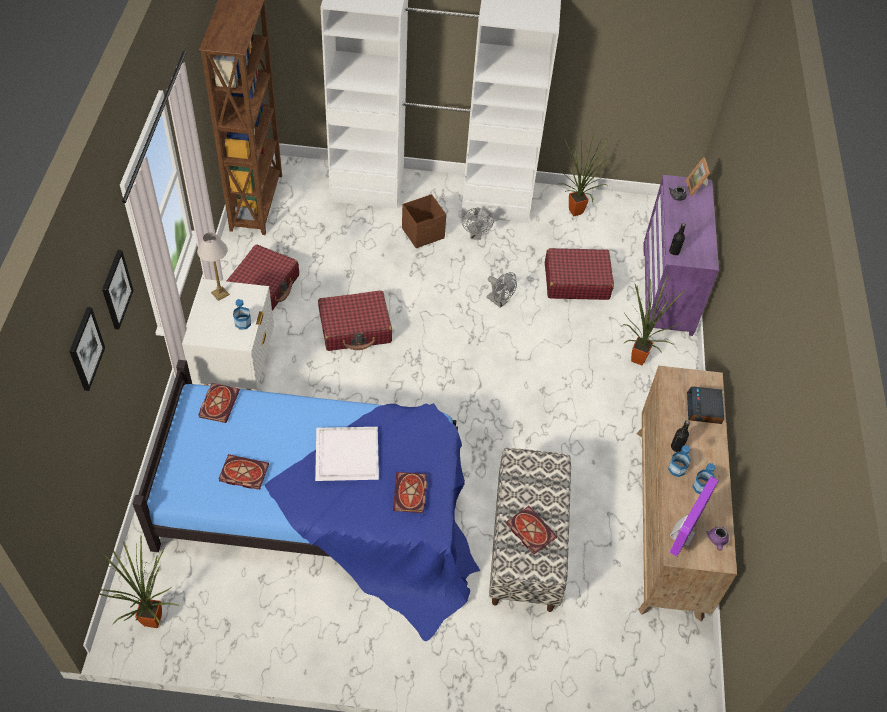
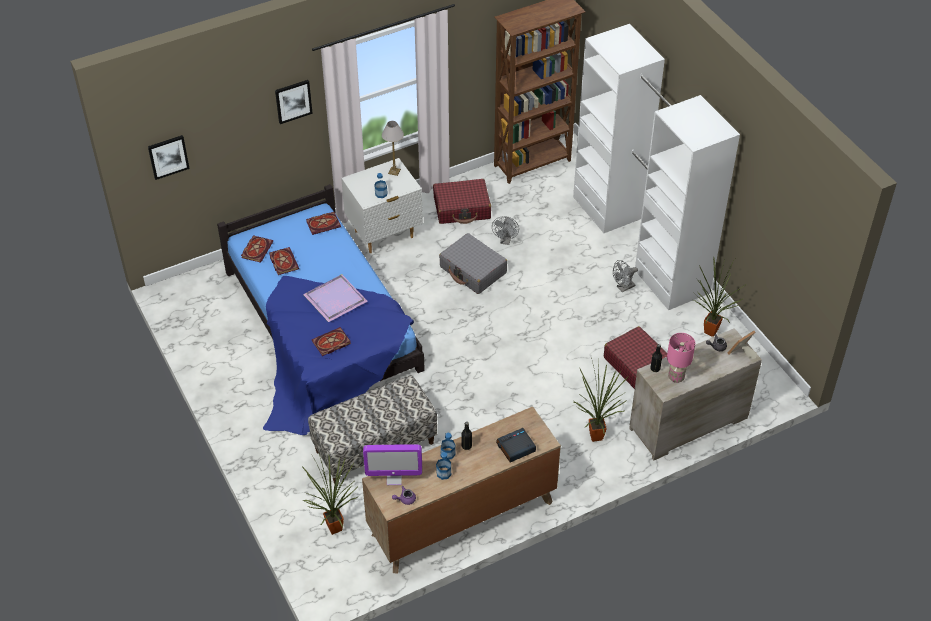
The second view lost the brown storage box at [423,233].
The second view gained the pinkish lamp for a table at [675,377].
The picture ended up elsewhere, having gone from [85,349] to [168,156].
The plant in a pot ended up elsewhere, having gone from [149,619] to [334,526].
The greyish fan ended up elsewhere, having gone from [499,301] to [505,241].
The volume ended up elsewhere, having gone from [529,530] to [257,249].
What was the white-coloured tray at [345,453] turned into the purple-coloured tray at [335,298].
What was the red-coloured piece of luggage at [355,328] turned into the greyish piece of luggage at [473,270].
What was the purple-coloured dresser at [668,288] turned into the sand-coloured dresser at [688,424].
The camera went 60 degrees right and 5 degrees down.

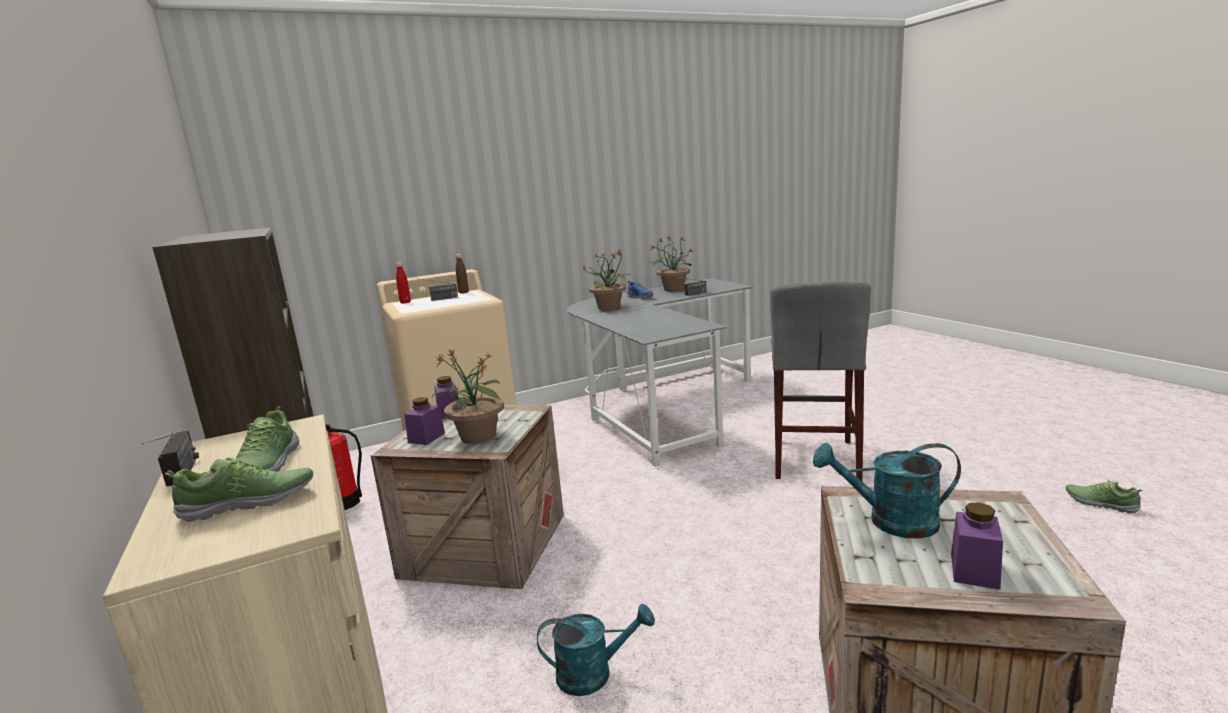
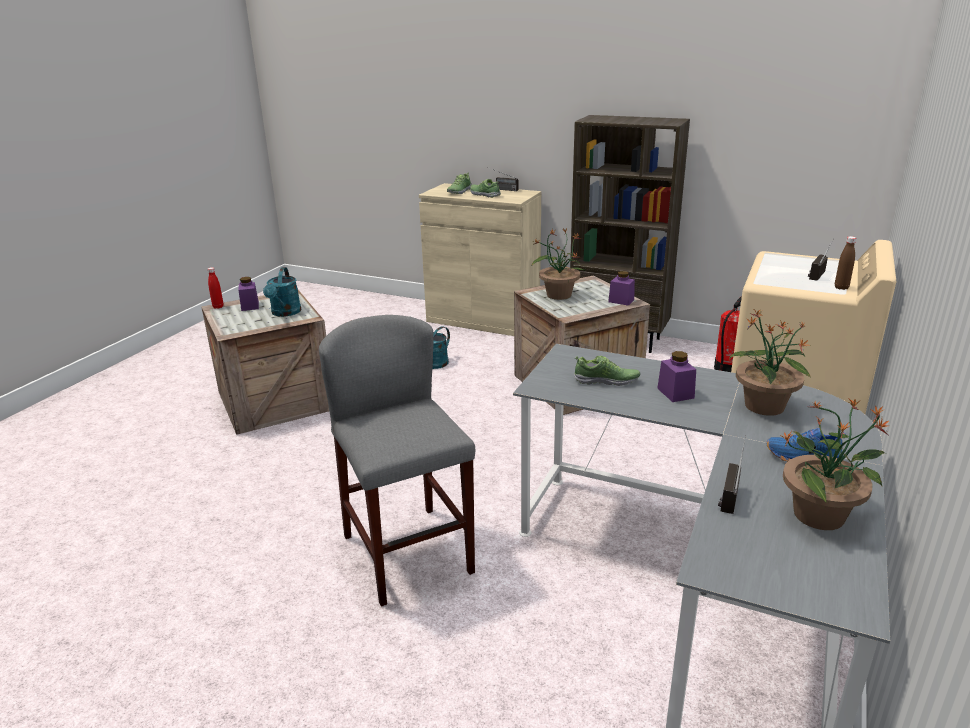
The red-coloured beverage bottle ended up elsewhere, having gone from [405,302] to [218,307].
The purple-coloured jar ended up elsewhere, having gone from [426,438] to [675,393].
The shoe ended up elsewhere, having gone from [1100,503] to [606,381].
The turquoise sprinkling can at [890,522] ended up facing another way, 120 degrees clockwise from before.
The camera went 140 degrees right and 10 degrees up.

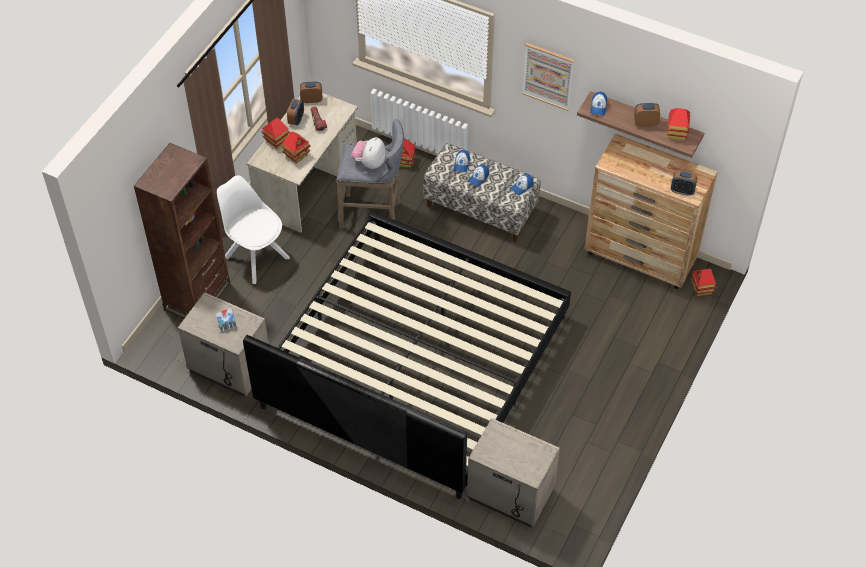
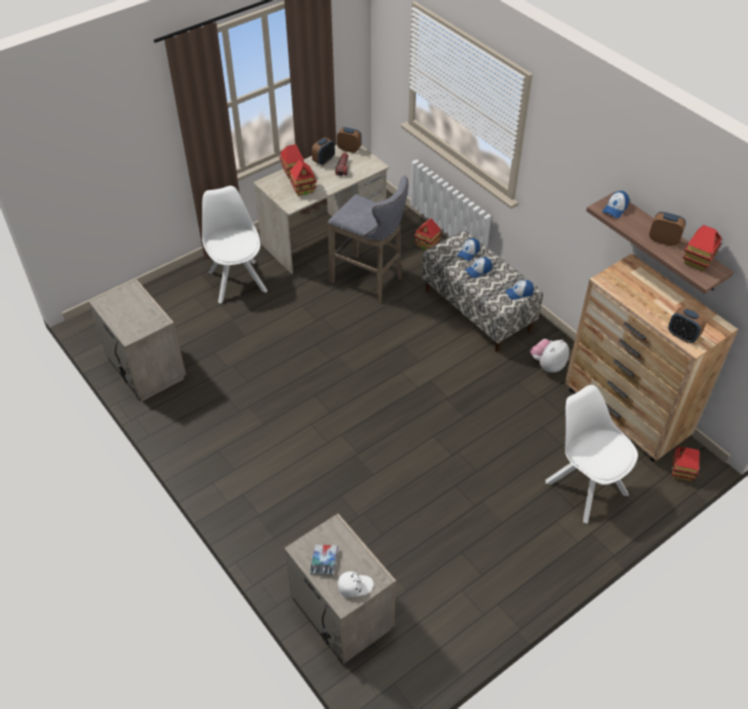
The second view lost the brown bookshelf at [197,296].
The second view lost the bedroom bed at [414,361].
The second view lost the picture at [548,76].
The second view gained the white-coloured peaked cap at [355,586].
The second view gained the white-coloured plain chair at [585,486].
The volume ended up elsewhere, having gone from [226,321] to [324,561].
The soft toy ended up elsewhere, having gone from [369,163] to [547,365].
The camera went 25 degrees right and 5 degrees down.

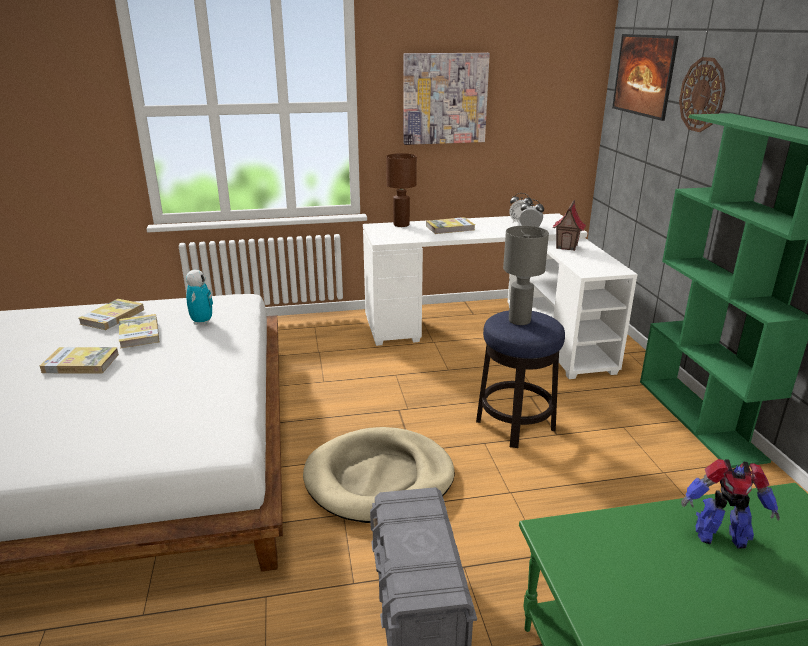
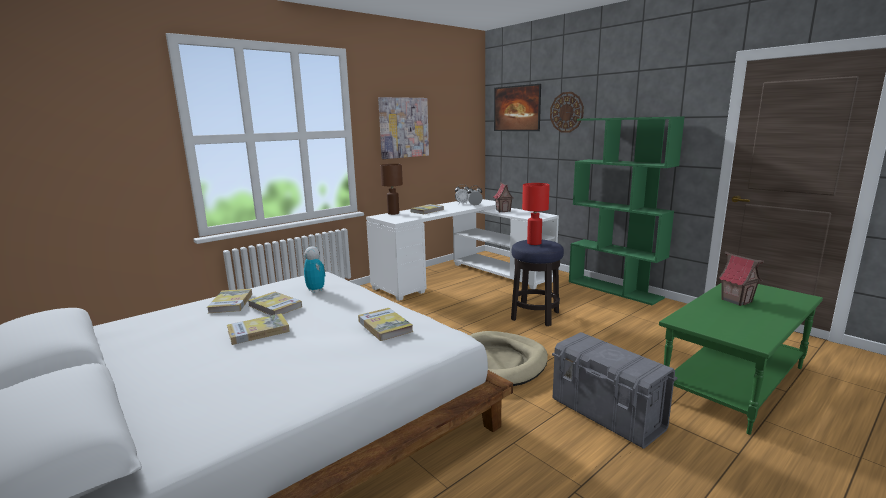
The second view gained the volume at [385,326].
Where the toy robot stood at [719,535], the miniature house came to stand at [736,300].
What was the greyish lamp for a table at [519,320] turned into the red-coloured lamp for a table at [534,243].
The camera went 30 degrees left and 10 degrees down.

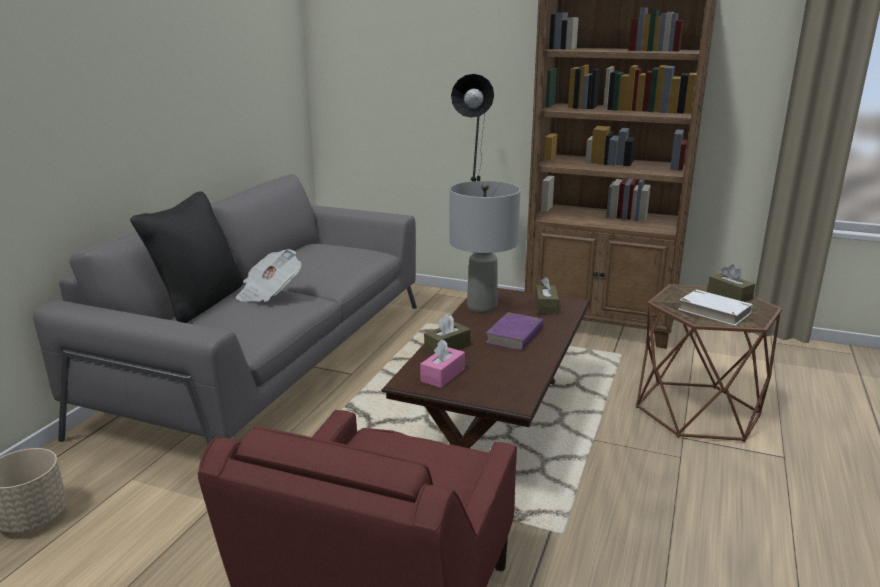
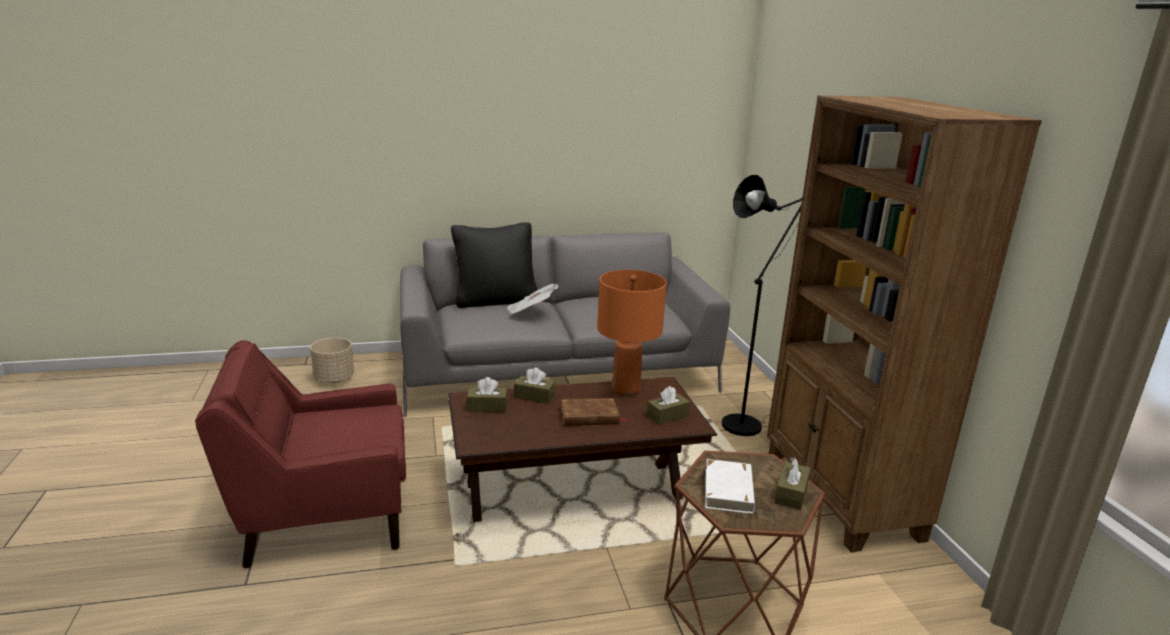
What was the pinkish tissue box at [442,375] turned into the brown tissue box at [487,407].
What was the greyish lamp for a table at [482,308] turned into the orange lamp for a table at [626,390].
What was the purple-coloured volume at [515,335] turned into the brown volume at [589,416].
The camera went 55 degrees right and 0 degrees up.

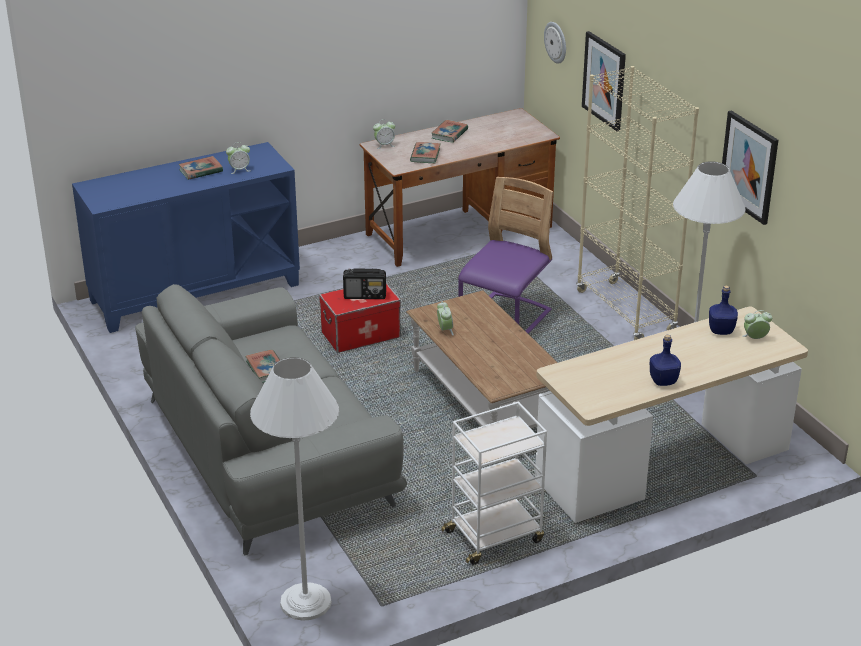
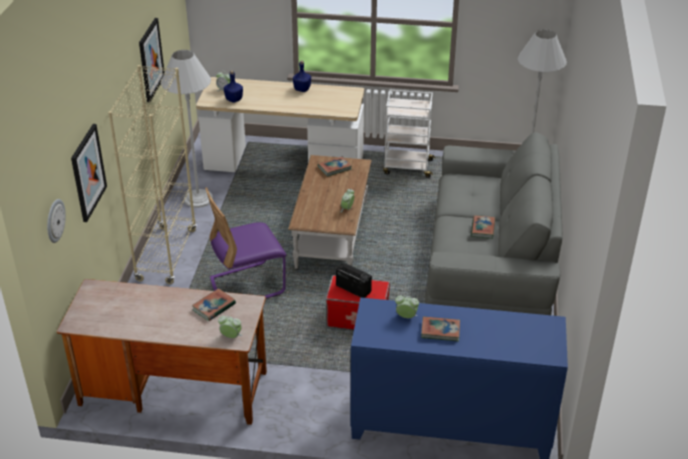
The volume ended up elsewhere, having gone from [449,134] to [334,168].
The camera went 145 degrees left and 5 degrees up.

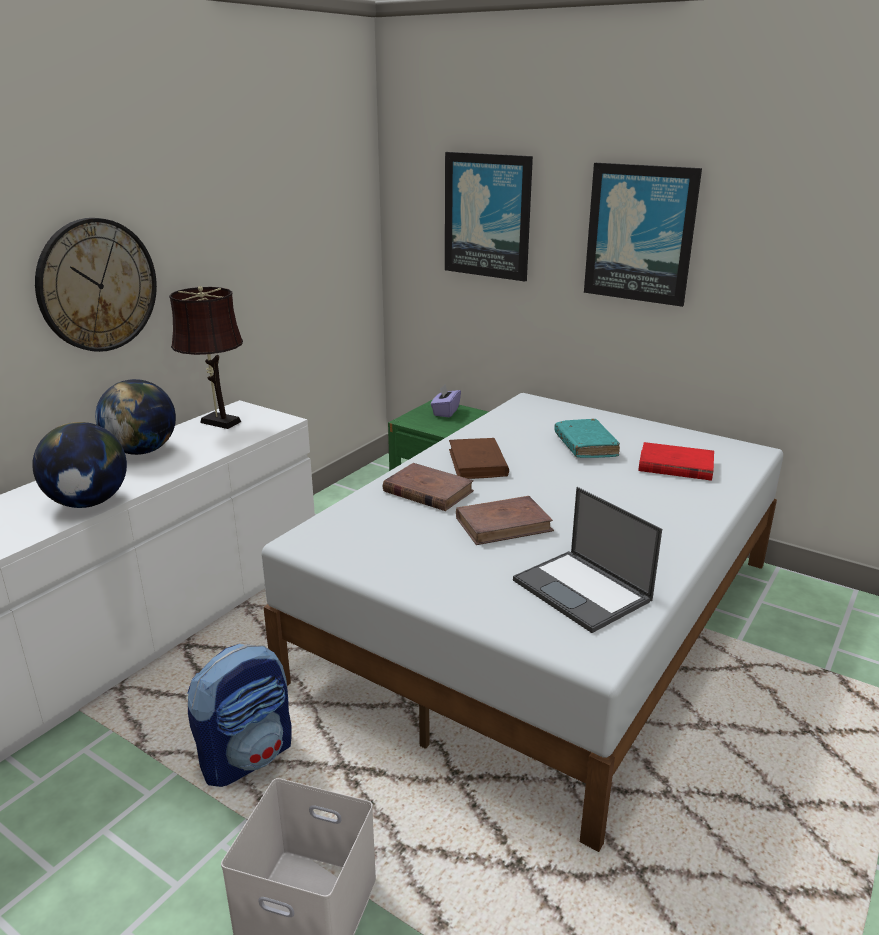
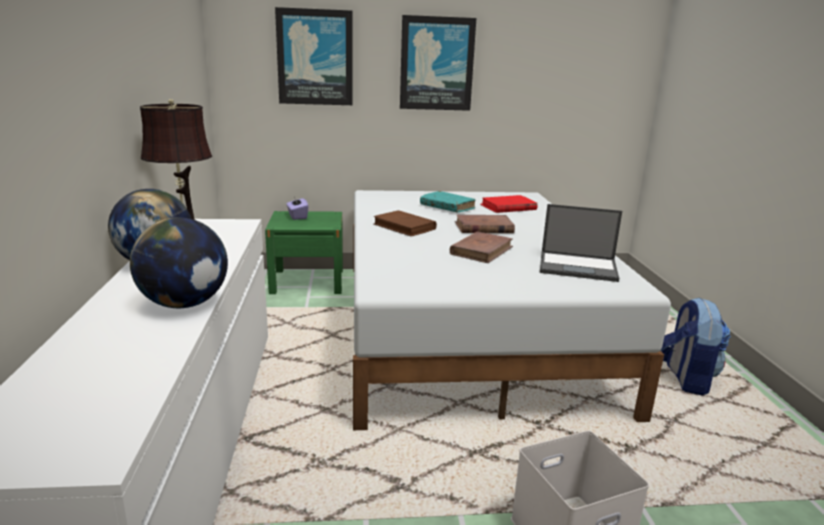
The second view lost the hanging clock at [97,285].
The knapsack ended up elsewhere, having gone from [248,756] to [685,379].
The brown volume ended up elsewhere, having gone from [427,491] to [483,228].
The camera went 40 degrees left and 5 degrees down.

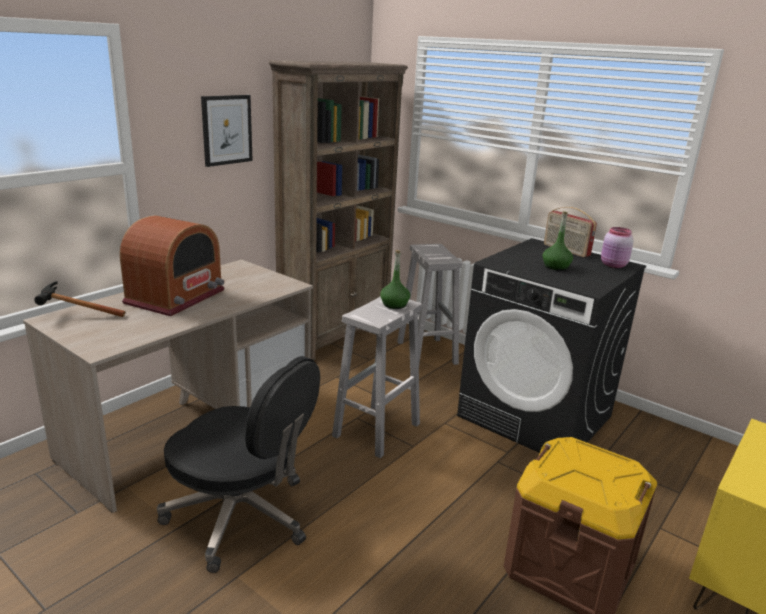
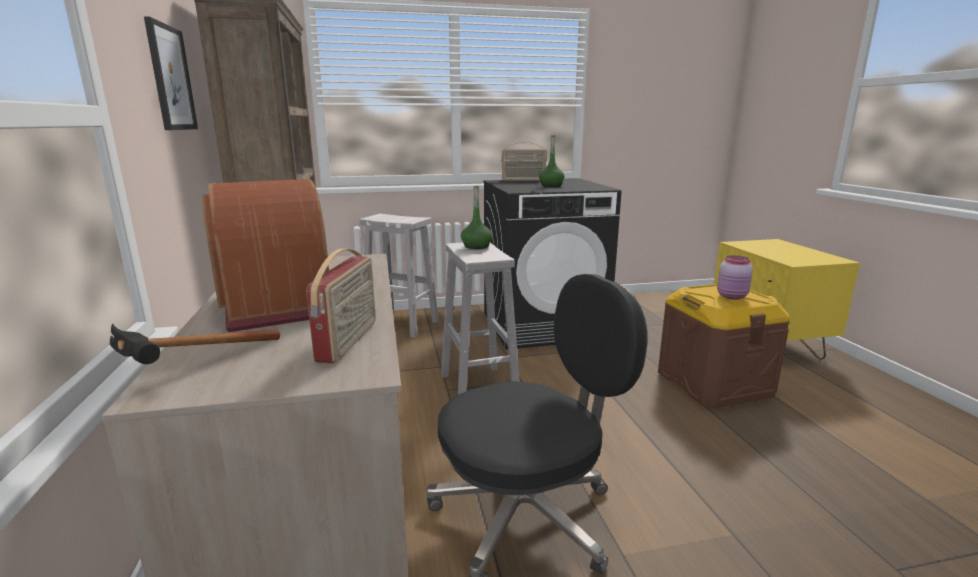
The second view gained the radio set at [349,341].
The pinkish jar ended up elsewhere, having gone from [613,265] to [732,296].
The camera went 50 degrees left and 5 degrees down.

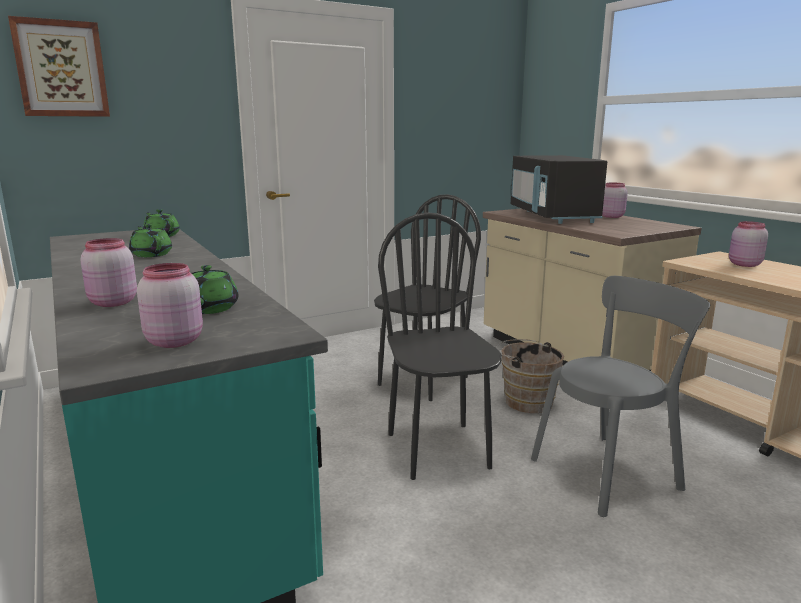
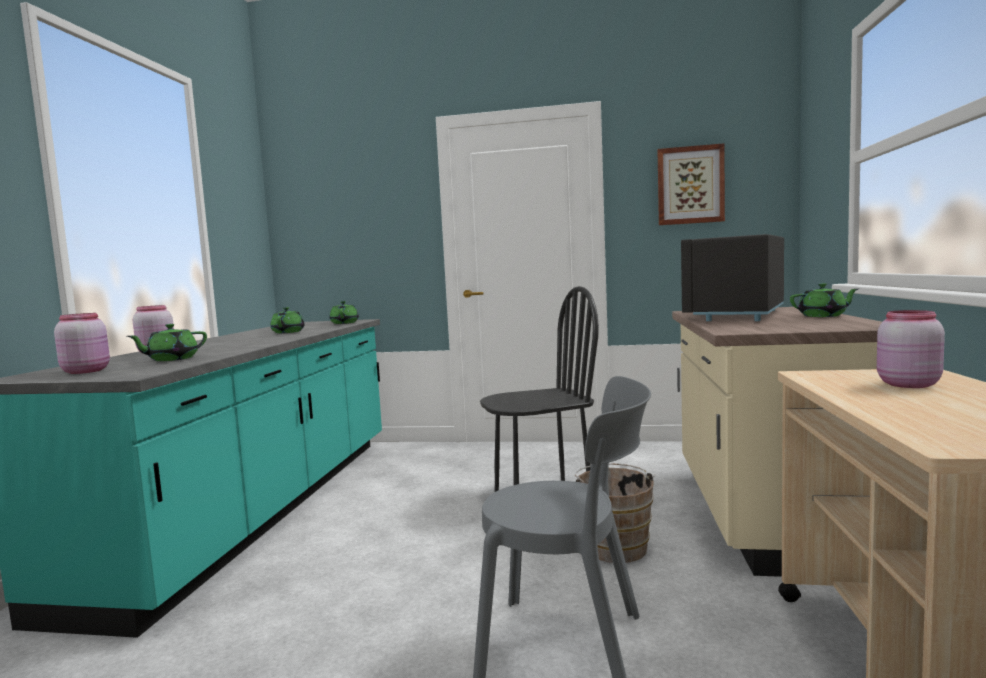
The second view lost the black plain chair at [439,450].
The picture ended up elsewhere, having gone from [61,69] to [690,185].
Where the pinkish jar stood at [611,216], the green tea pot came to stand at [823,316].
The camera went 40 degrees right and 10 degrees down.

